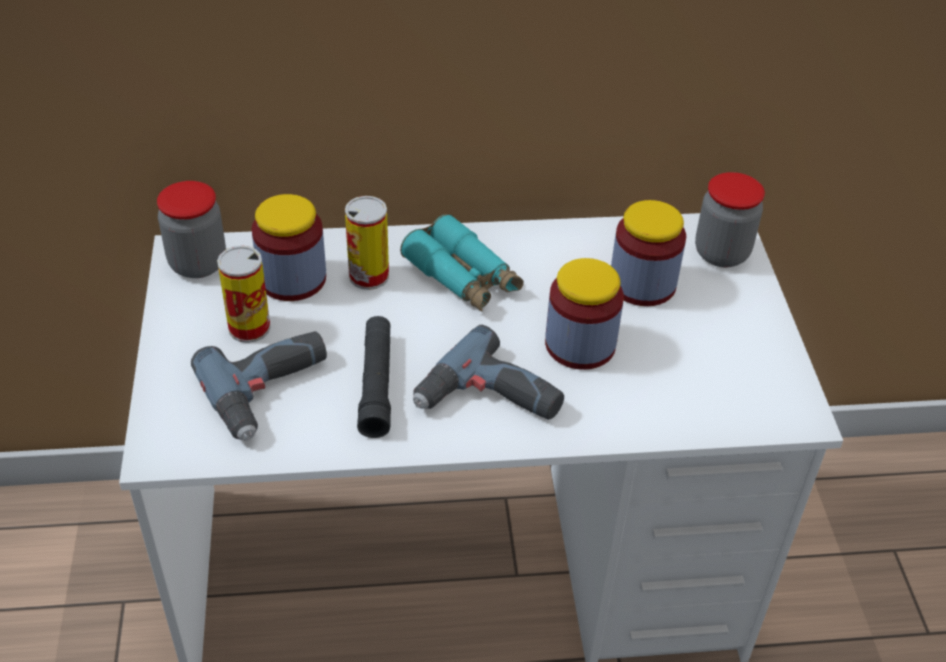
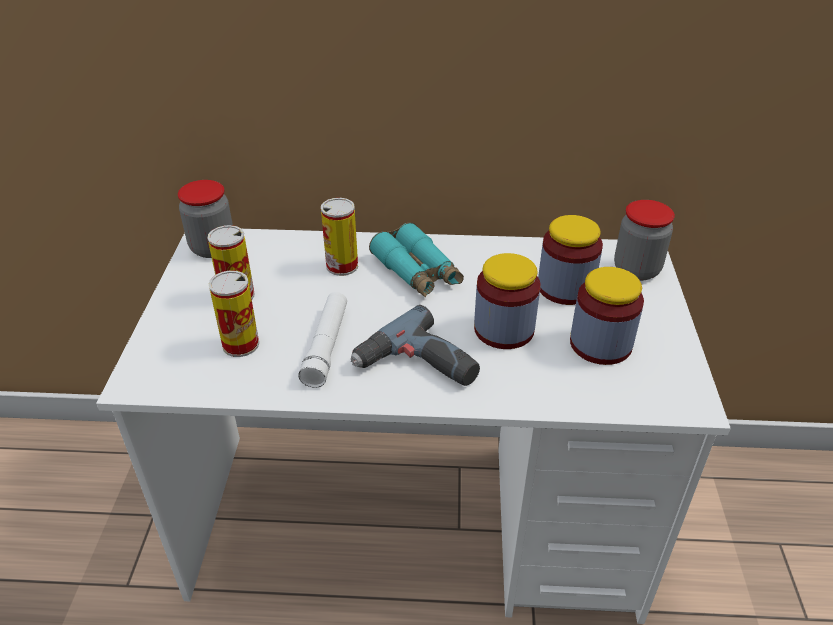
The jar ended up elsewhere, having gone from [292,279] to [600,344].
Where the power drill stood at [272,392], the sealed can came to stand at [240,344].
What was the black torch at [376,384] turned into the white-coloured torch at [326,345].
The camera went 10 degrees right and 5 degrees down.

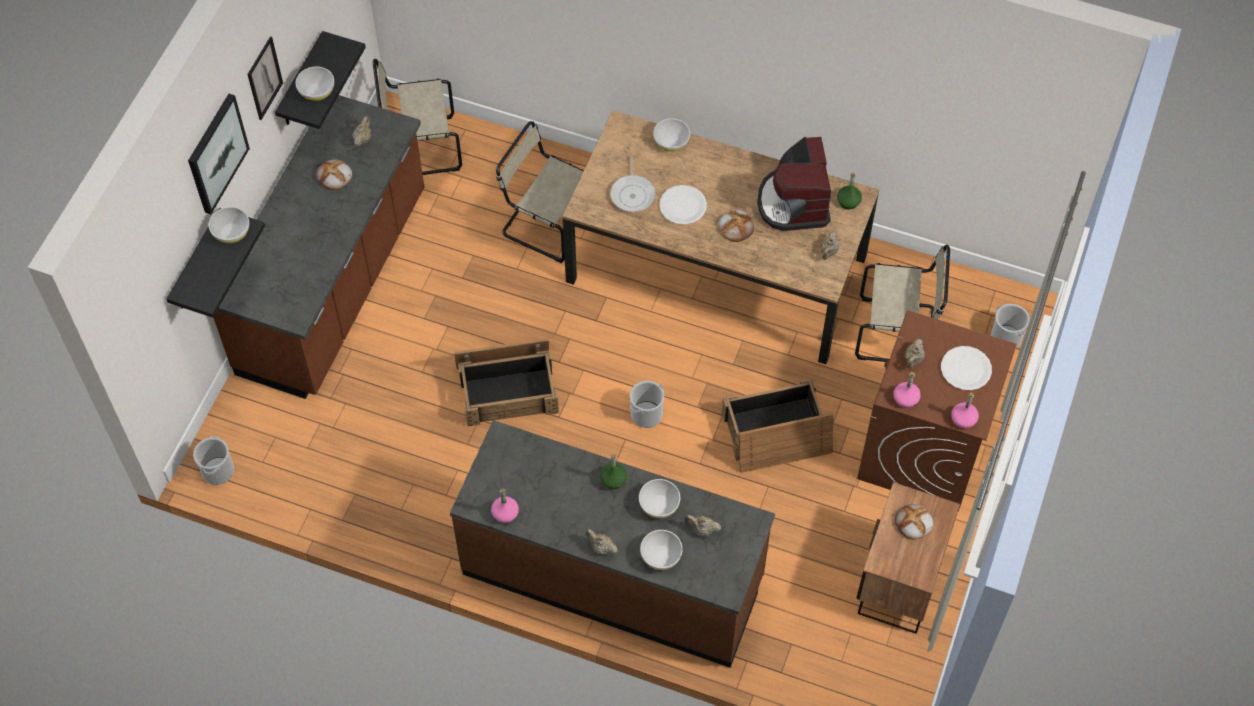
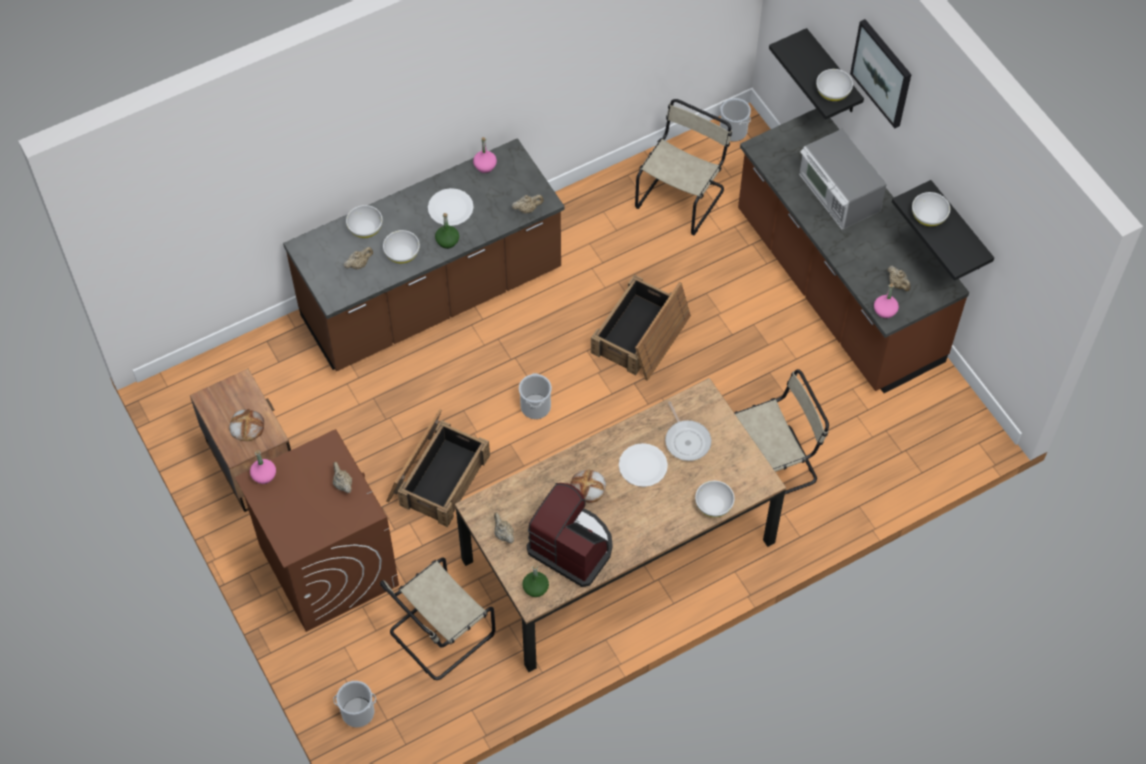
The second view lost the picture at [264,78].
The second view lost the bakery bread at [334,176].
The second view gained the kitchen microwave at [838,193].
The sand-coloured plain chair ended up elsewhere, having gone from [419,148] to [682,196].
The sand-coloured tea pot ended up elsewhere, having gone from [601,548] to [527,209].
The pinkish beverage bottle ended up elsewhere, having gone from [905,399] to [885,311].
The white-coloured plate ended up elsewhere, having gone from [965,369] to [450,208].
The pan at [633,193] ended up facing another way, 150 degrees counterclockwise from before.
The camera went 130 degrees right and 0 degrees up.

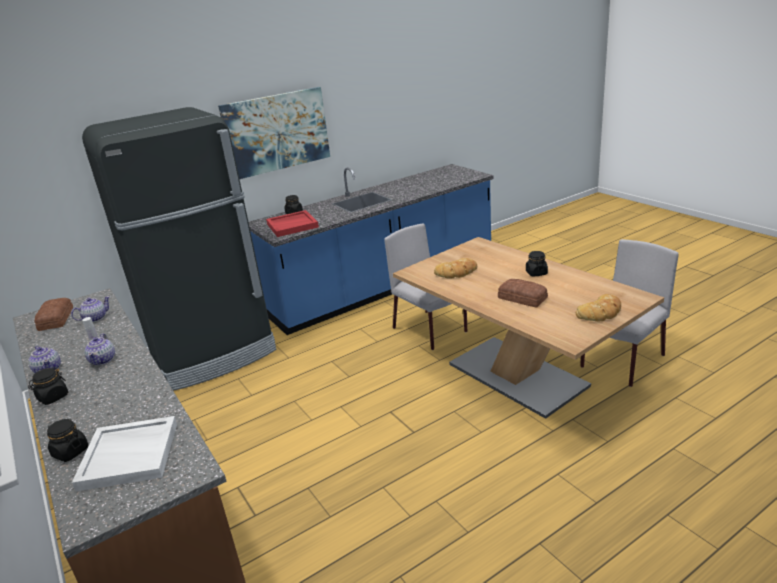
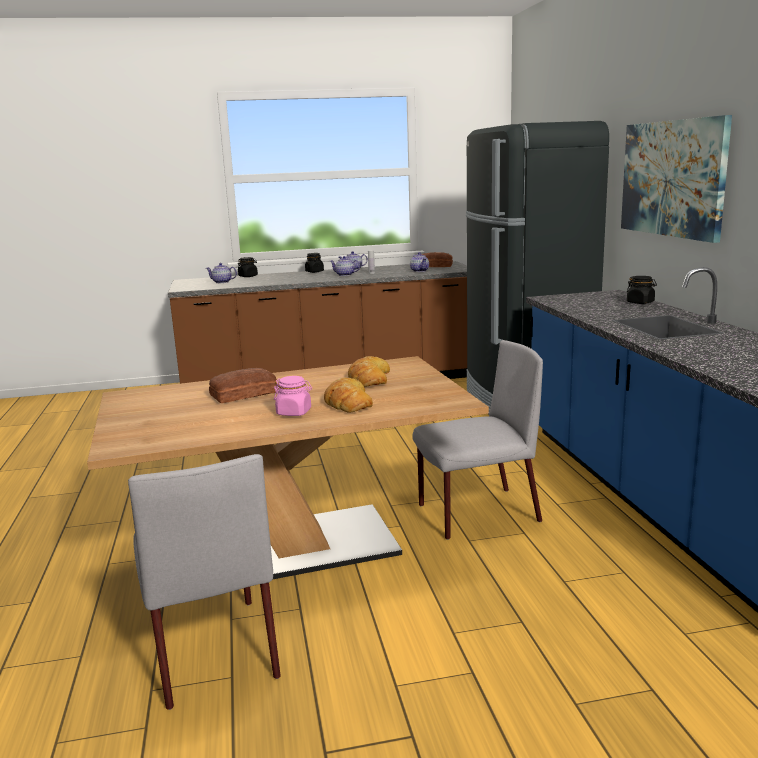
The second view lost the red-coloured tray at [292,225].
The bakery bread ended up elsewhere, having gone from [601,312] to [347,402].
Where the white-coloured tray stood at [130,455], the tea pot came to stand at [222,282].
What was the black jar at [536,273] turned into the pinkish jar at [294,412].
The camera went 110 degrees right and 10 degrees down.

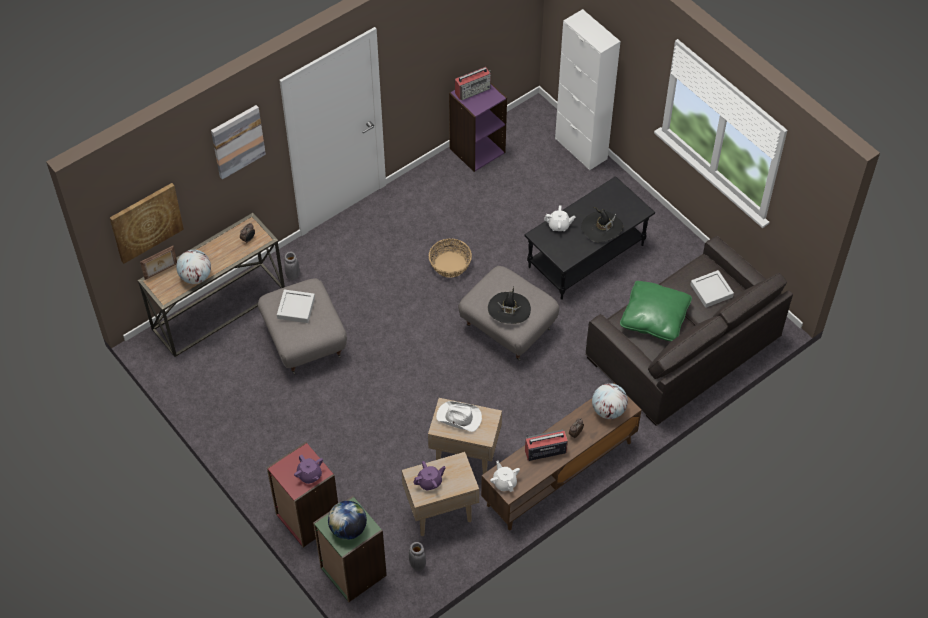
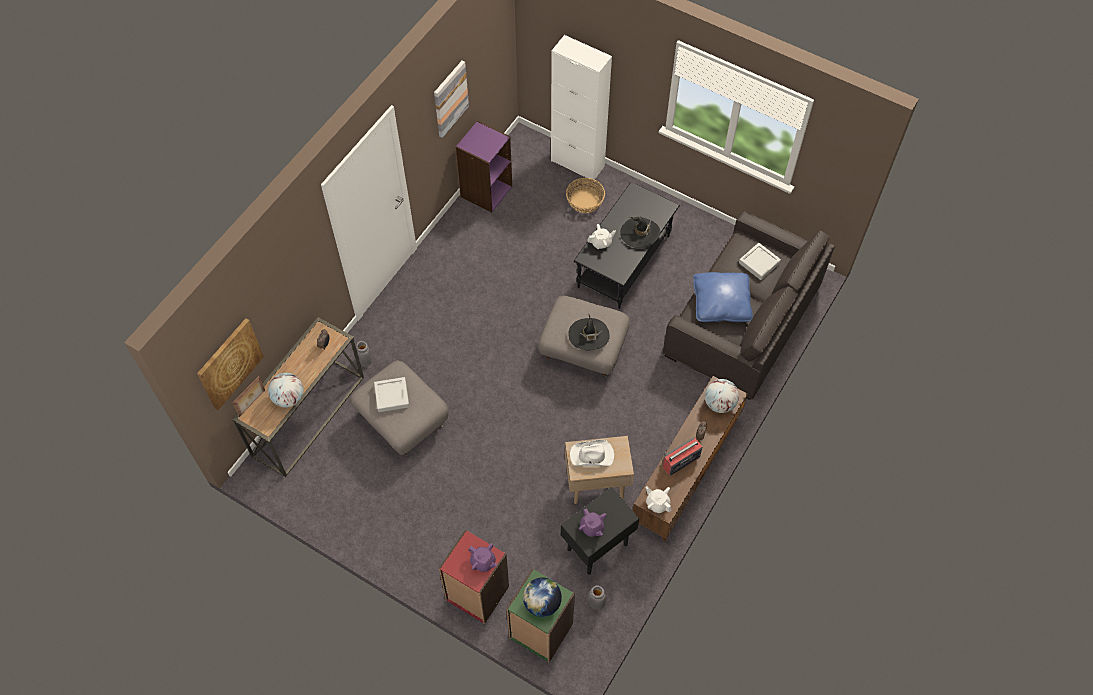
The second view lost the radio set at [473,90].
The picture ended up elsewhere, having gone from [237,141] to [450,98].
The household basket ended up elsewhere, having gone from [450,265] to [585,201].
What was the sand-coloured accent table at [440,514] turned into the black accent table at [596,547].
What was the green throw pillow at [654,318] turned into the blue-coloured throw pillow at [721,303].
The purple-coloured tea pot at [430,482] ended up facing another way, 105 degrees clockwise from before.
The camera went 20 degrees left and 5 degrees up.

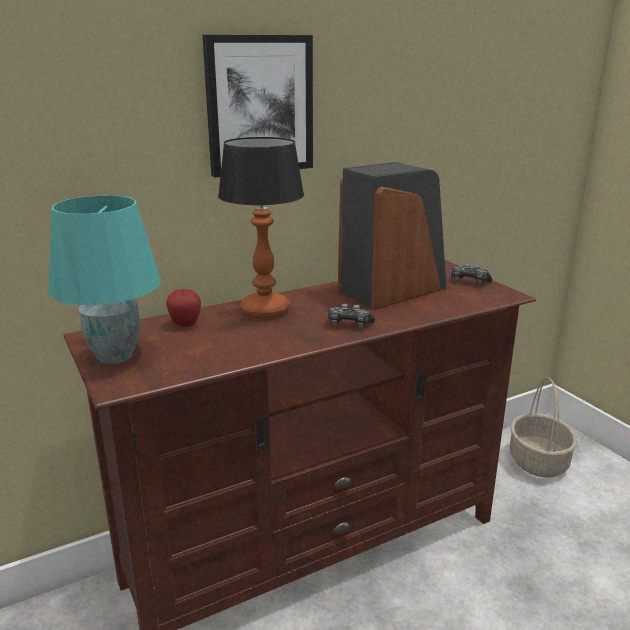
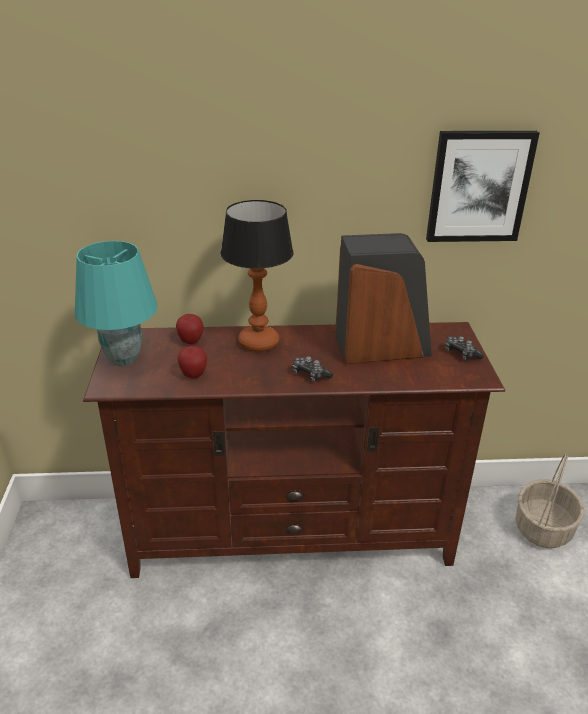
The second view gained the apple fruit at [193,375].
The picture ended up elsewhere, having gone from [259,105] to [479,186].
The camera went 25 degrees right and 10 degrees up.

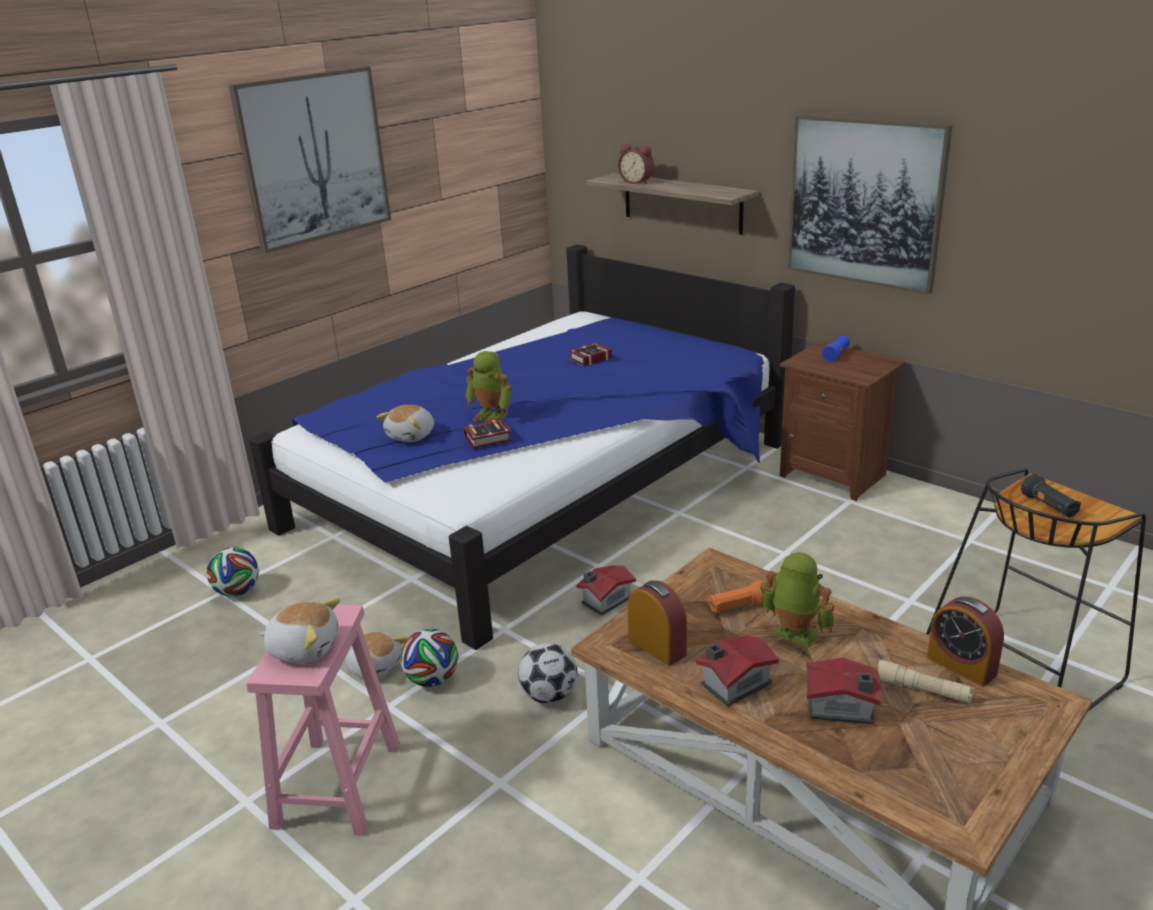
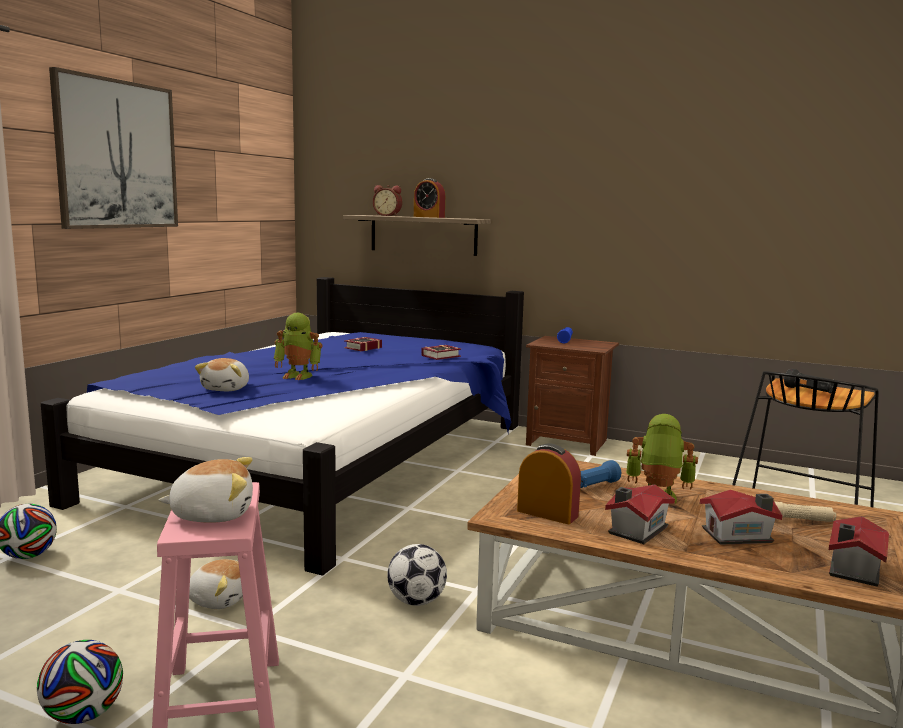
The second view lost the picture at [865,202].
The football ended up elsewhere, having gone from [432,680] to [83,715].
The volume ended up elsewhere, having gone from [490,438] to [443,356].
The miniature house ended up elsewhere, having gone from [605,600] to [852,569].
The table clock ended up elsewhere, having gone from [961,665] to [429,217].
What was the orange torch at [737,607] turned into the blue-coloured torch at [595,485].
The camera went 20 degrees left and 15 degrees down.

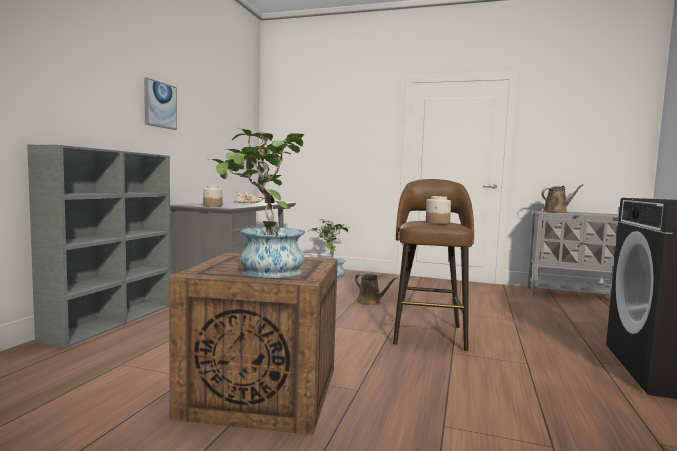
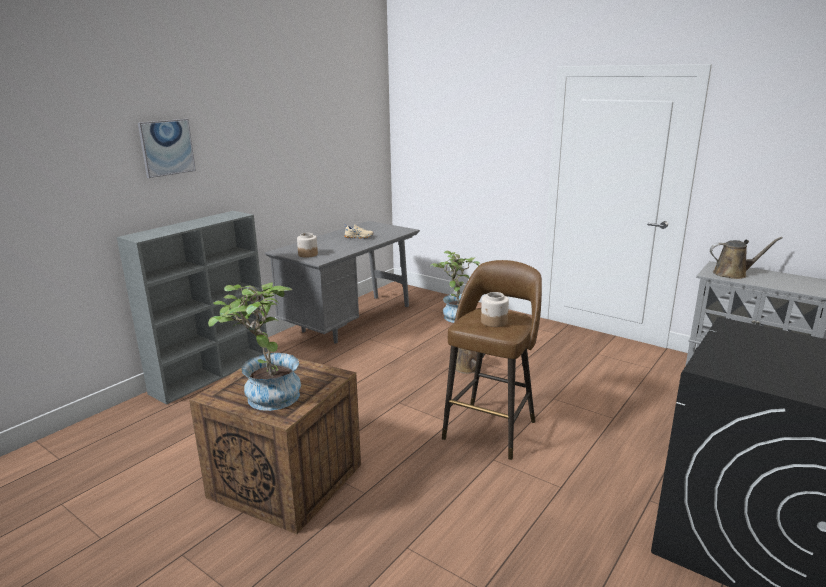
The picture ended up elsewhere, having gone from [160,105] to [167,147].
The camera went 20 degrees right and 15 degrees up.

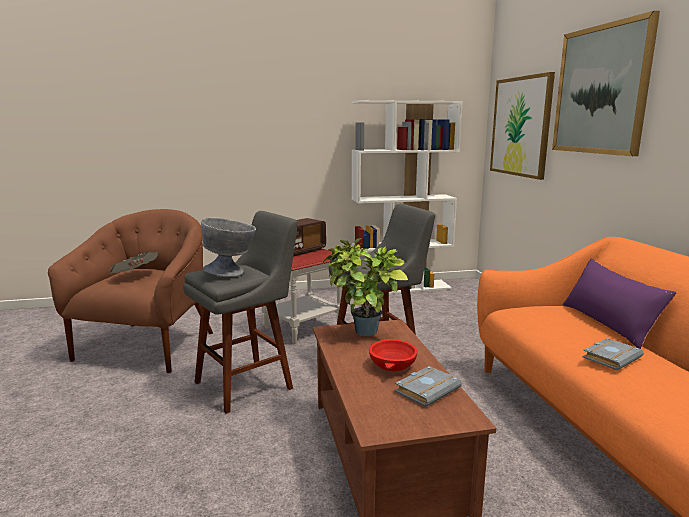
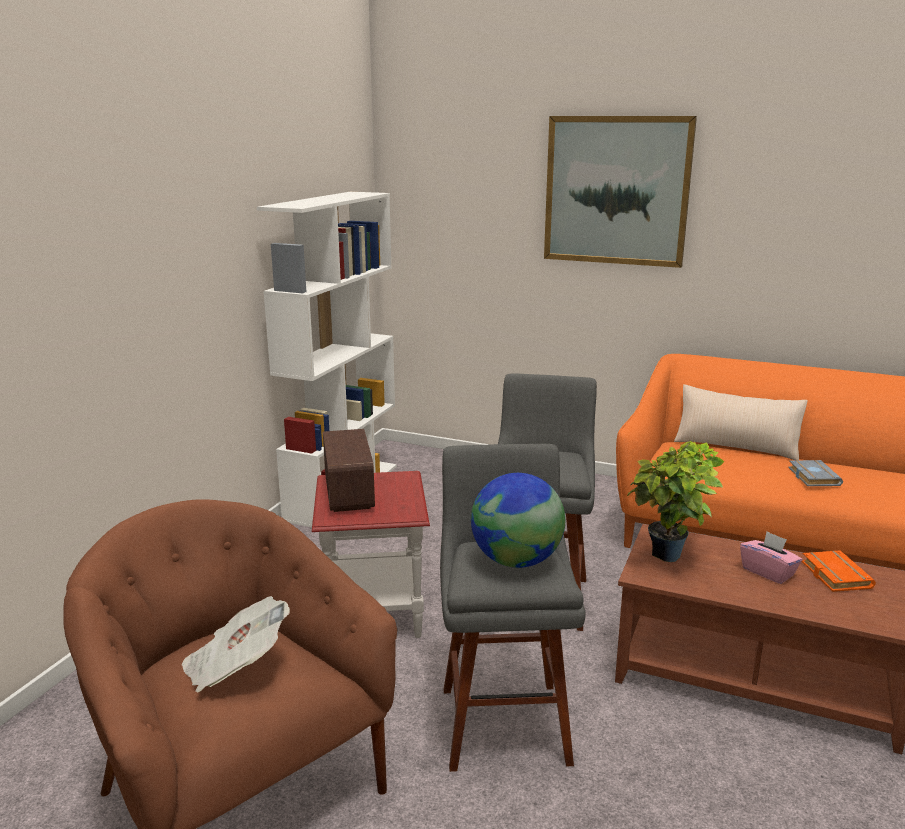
The second view lost the picture at [520,126].
Where the greyish serving bowl stood at [231,273], the globe came to stand at [516,561].
Where the red-coloured serving bowl stood at [392,365], the pinkish tissue box came to stand at [768,572].
What was the greyish volume at [426,389] turned into the orange volume at [833,575].
What was the purple-coloured throw pillow at [609,324] turned into the sand-coloured throw pillow at [736,446].
The camera went 55 degrees left and 5 degrees up.

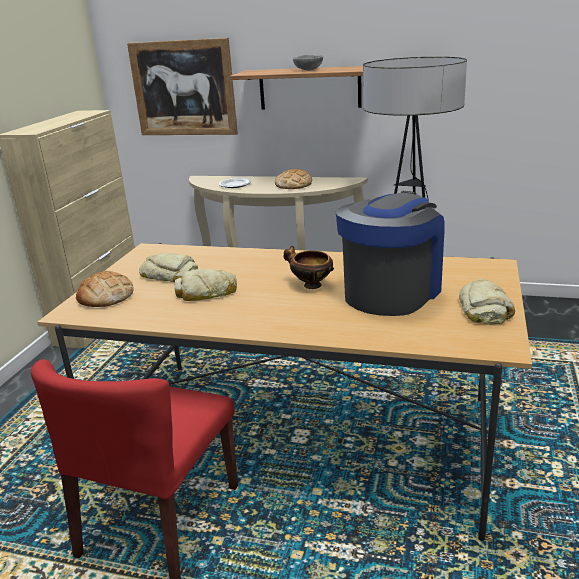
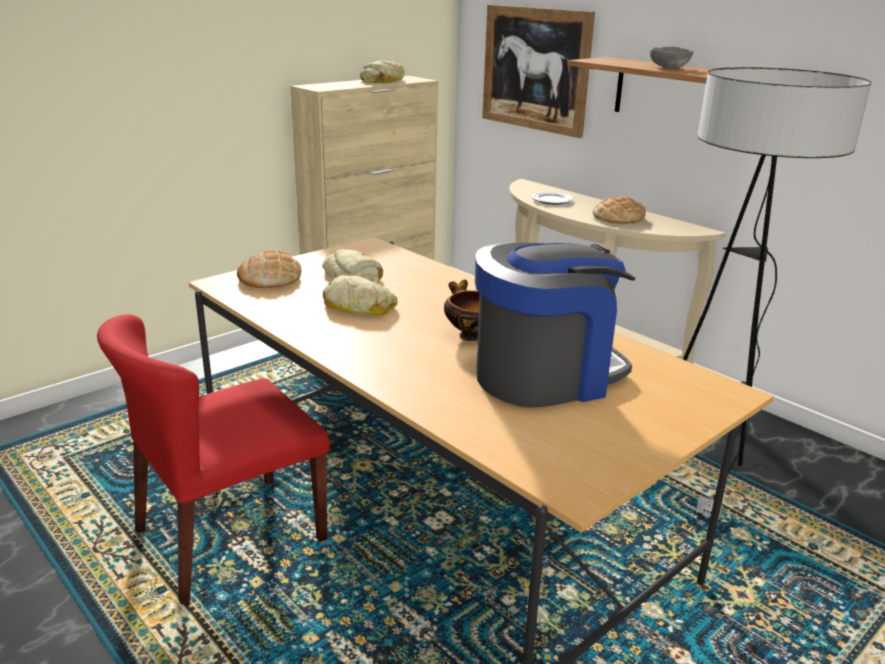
The bakery bread ended up elsewhere, having gone from [484,309] to [384,80].
The camera went 30 degrees right and 0 degrees up.

